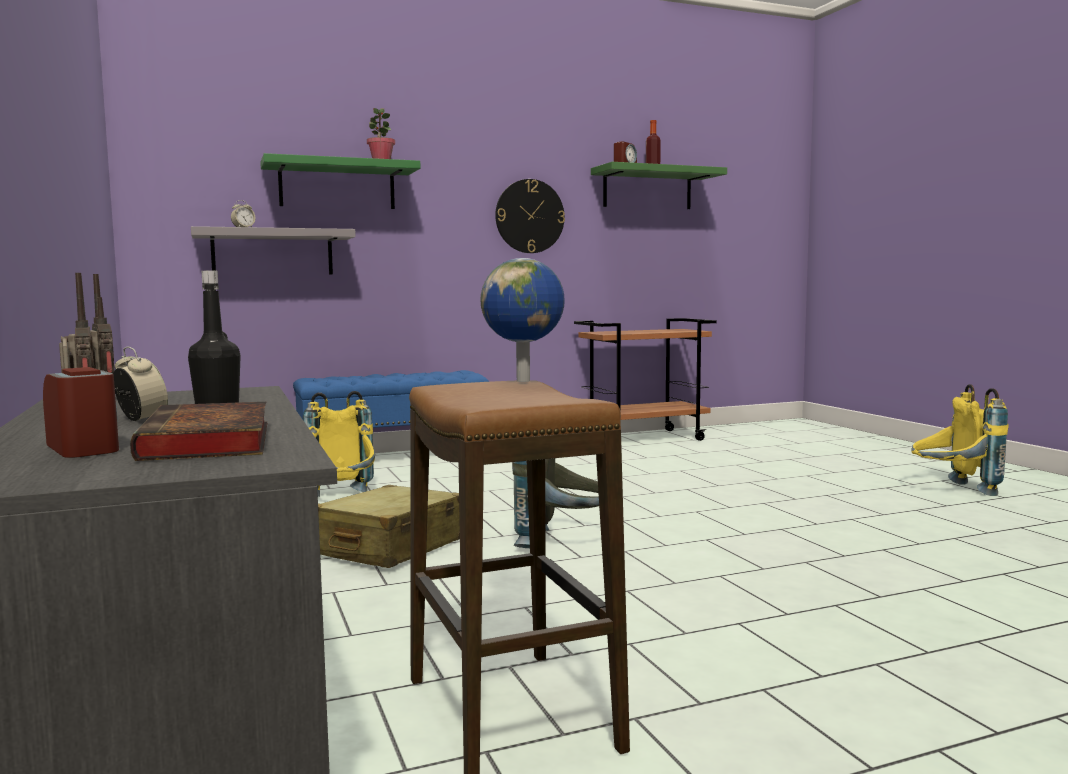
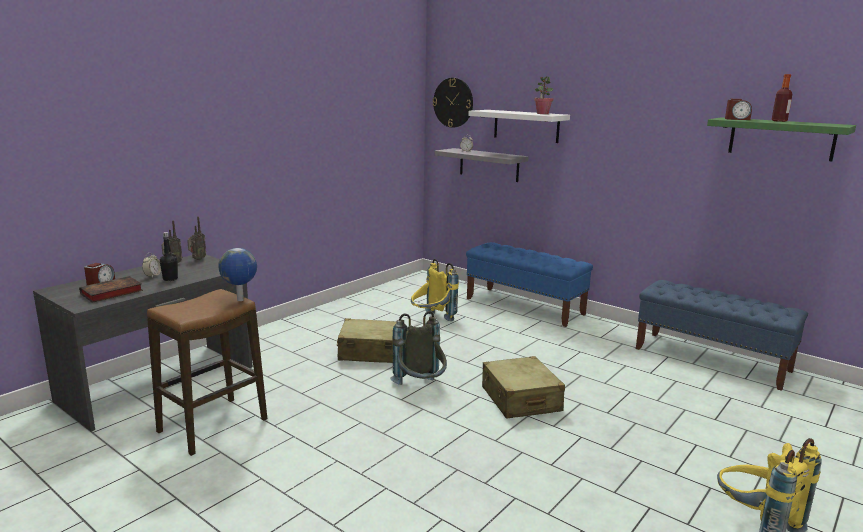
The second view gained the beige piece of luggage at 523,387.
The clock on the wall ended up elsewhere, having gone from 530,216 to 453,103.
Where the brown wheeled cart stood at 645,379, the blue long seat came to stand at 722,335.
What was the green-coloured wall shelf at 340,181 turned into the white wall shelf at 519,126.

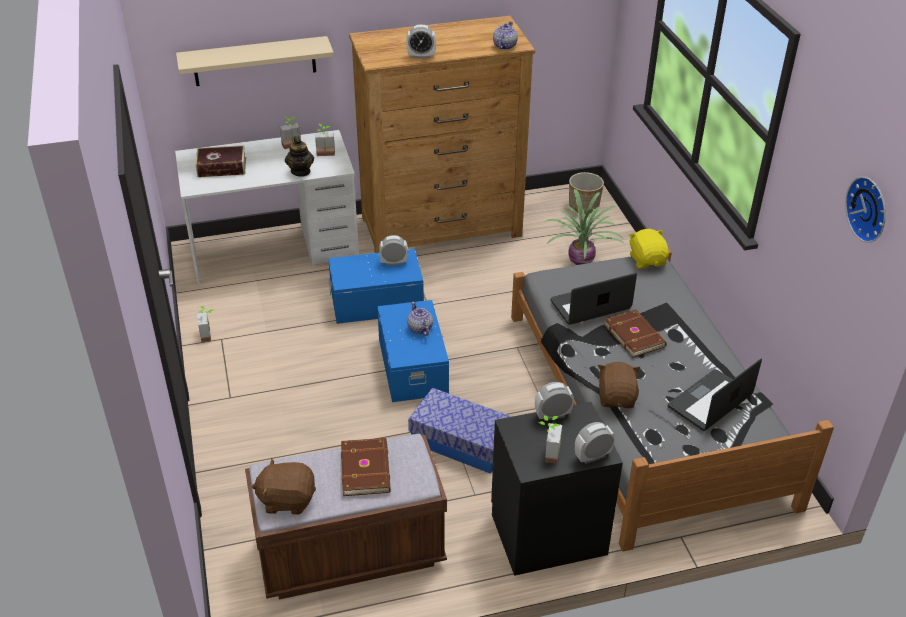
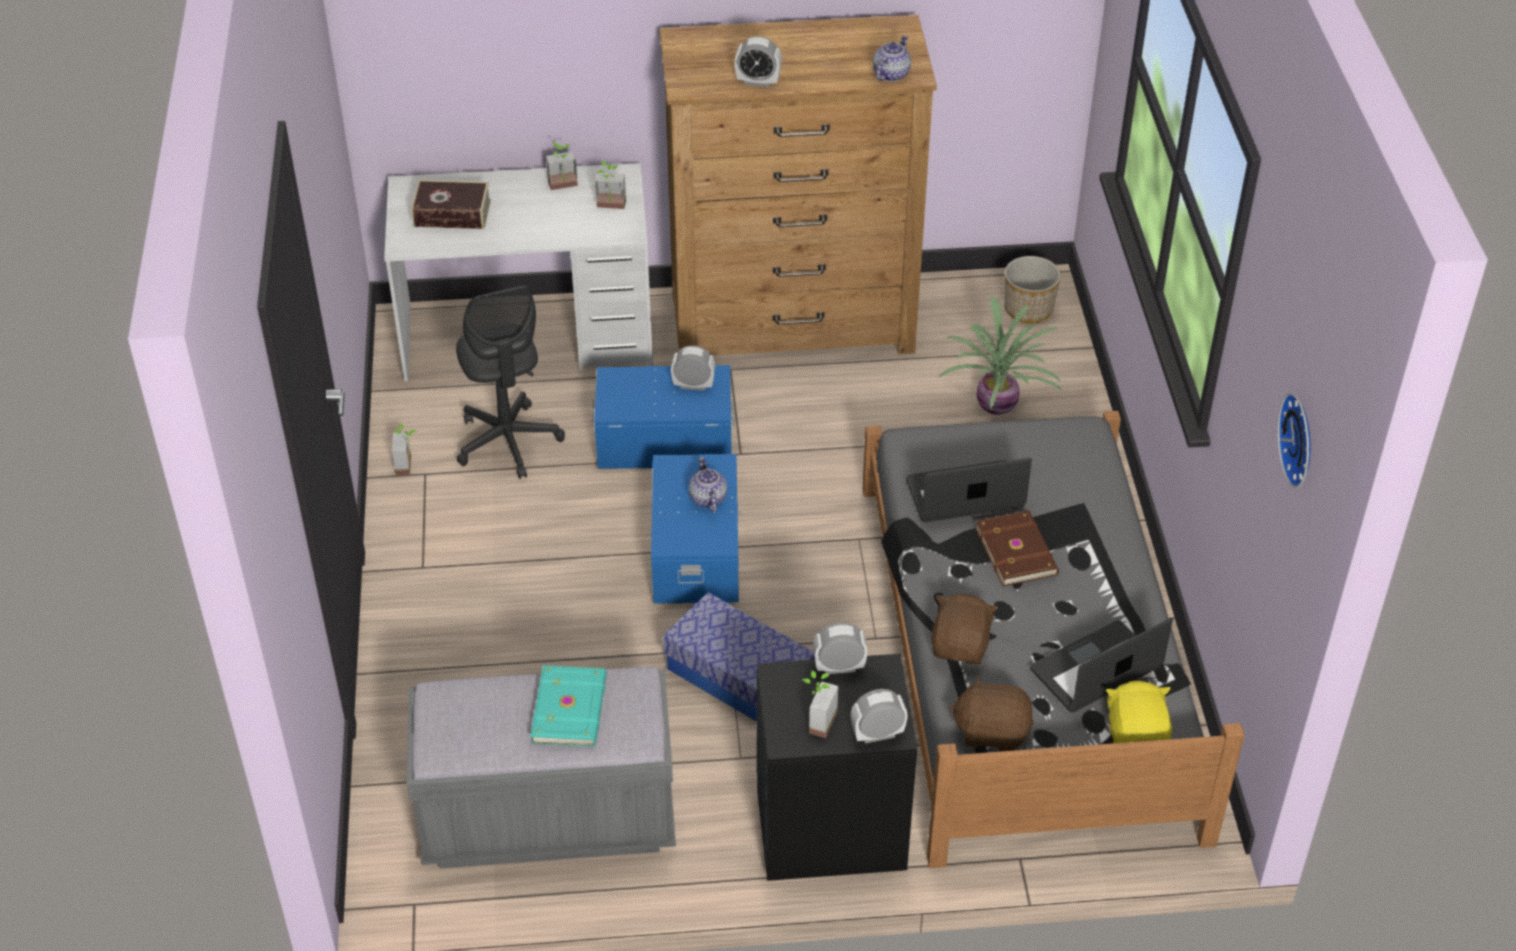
The second view lost the beige wall shelf at 255,61.
The second view lost the teapot at 299,156.
The second view gained the gray desk chair at 510,382.
The brown cuddly toy ended up elsewhere, having gone from 284,486 to 991,713.
The yellowish cuddly toy ended up elsewhere, having gone from 649,248 to 1139,712.
What was the brown long seat at 346,517 turned into the gray long seat at 541,767.
What was the brown bound book at 366,467 turned into the turquoise bound book at 568,706.

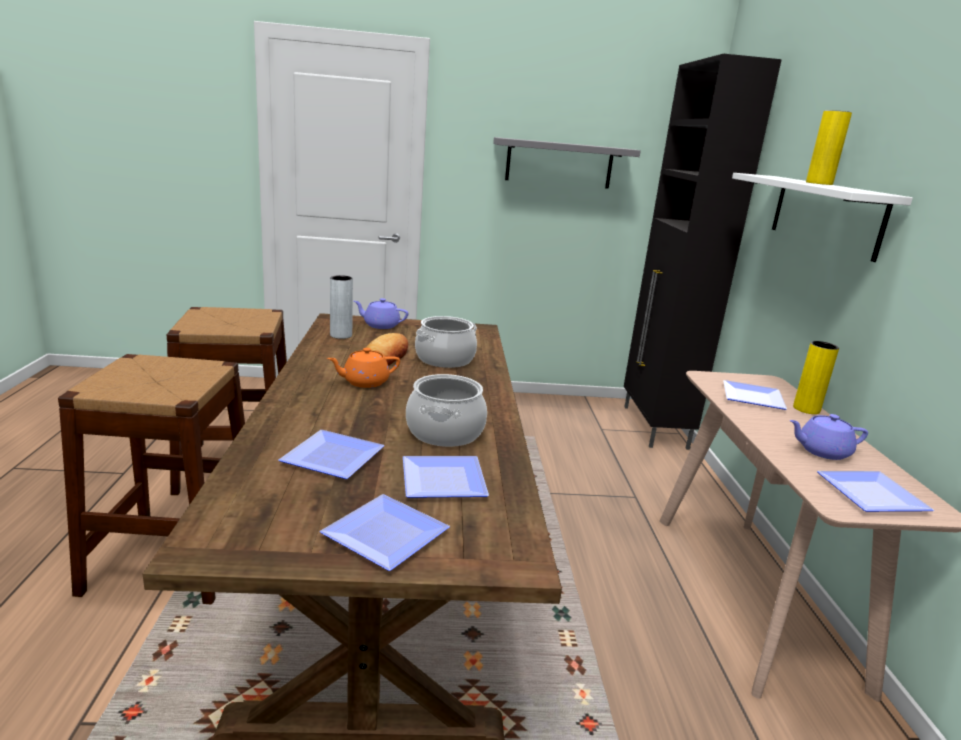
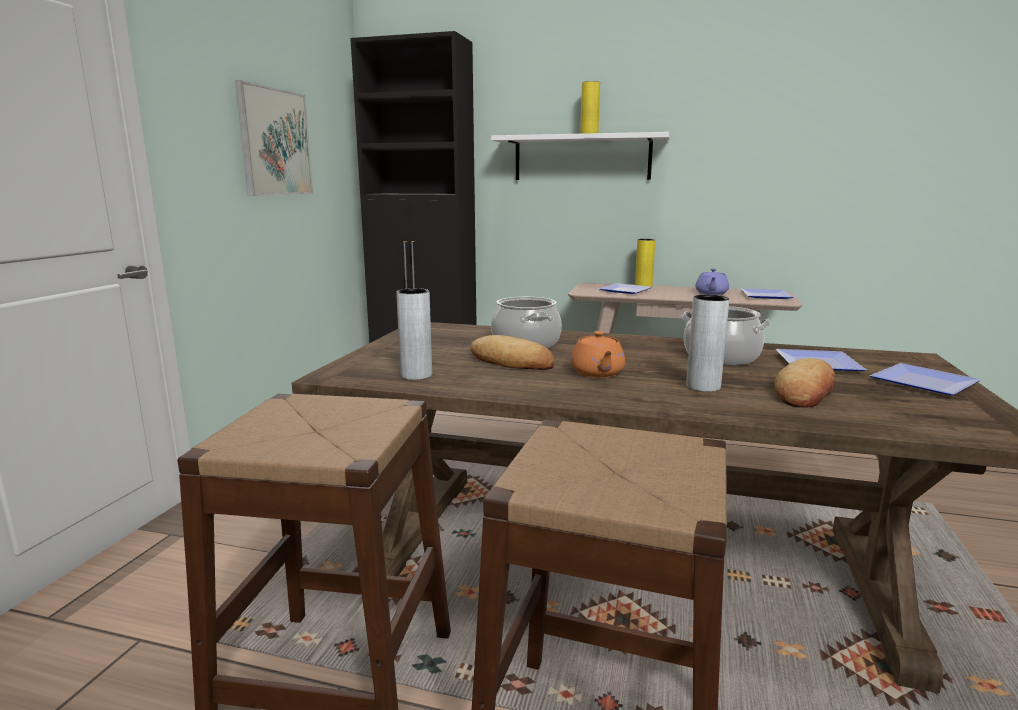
The second view lost the purple teapot at 381,313.
The second view gained the gray flower vase at 707,343.
Where the dinner plate stood at 332,454, the bread came to stand at 805,383.
Where the gray wall shelf hung at 567,163, the wall art came to hang at 274,138.

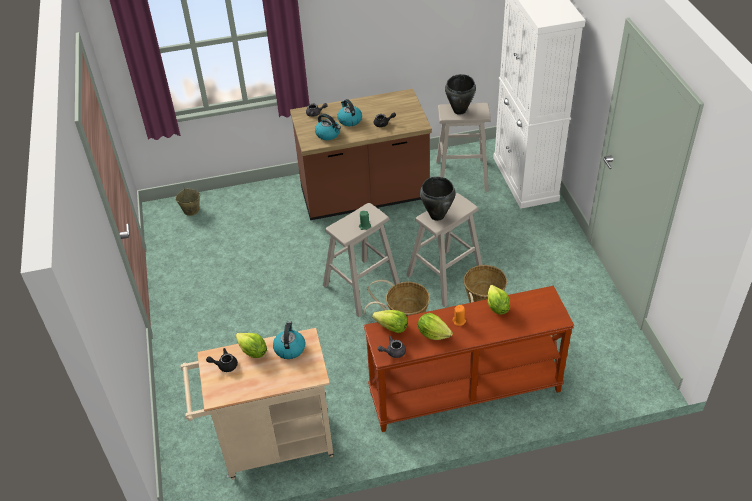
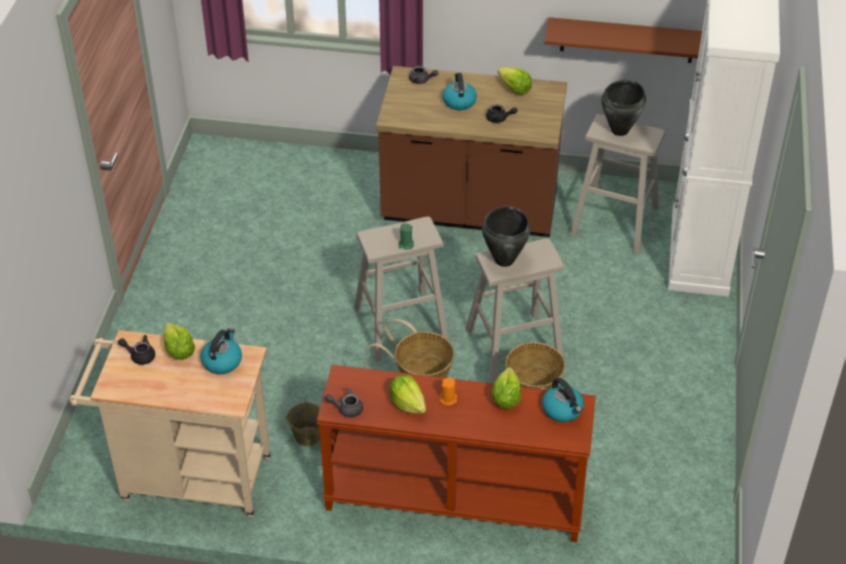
The second view gained the brown wall shelf at 623,40.
The beige pail ended up elsewhere, having gone from 187,200 to 303,422.
The water kettle ended up elsewhere, having gone from 328,126 to 563,400.
The lettuce ended up elsewhere, having gone from 390,321 to 514,81.

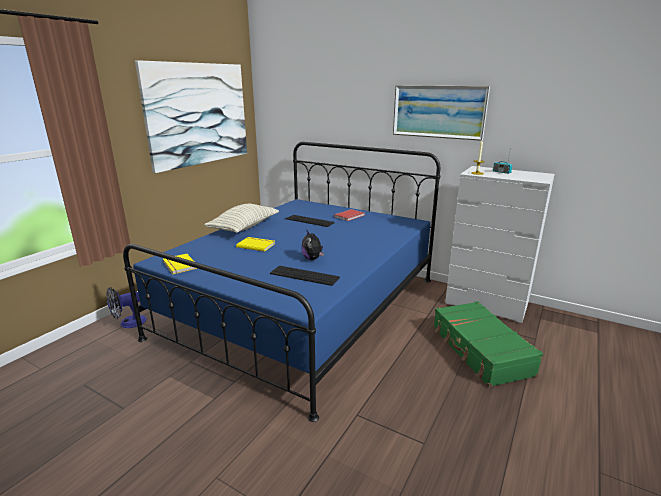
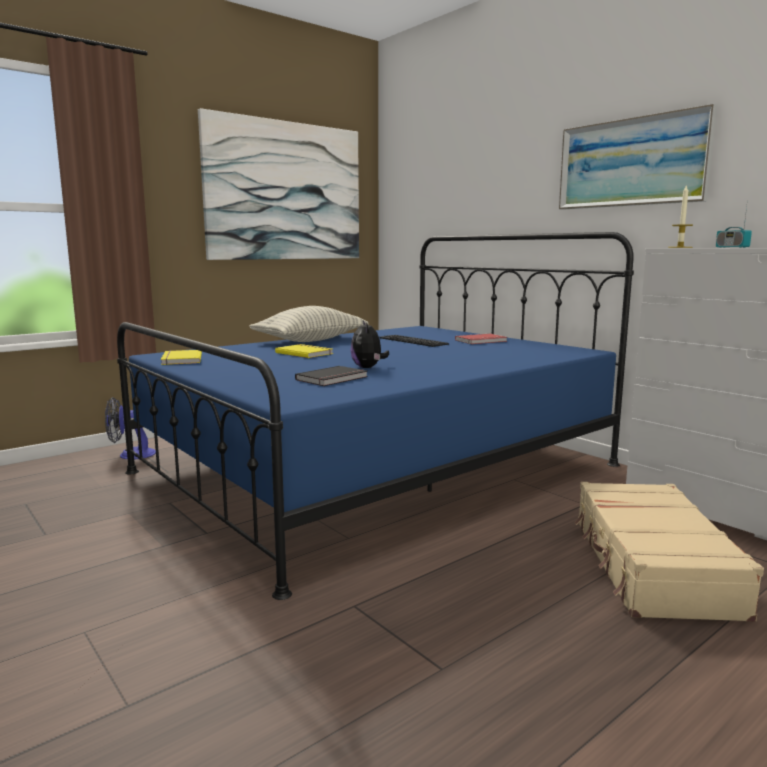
Where the computer keyboard stood at 305,276, the blackish bound book came to stand at 331,376.
What was the green-coloured piece of luggage at 488,344 turned into the beige piece of luggage at 669,552.

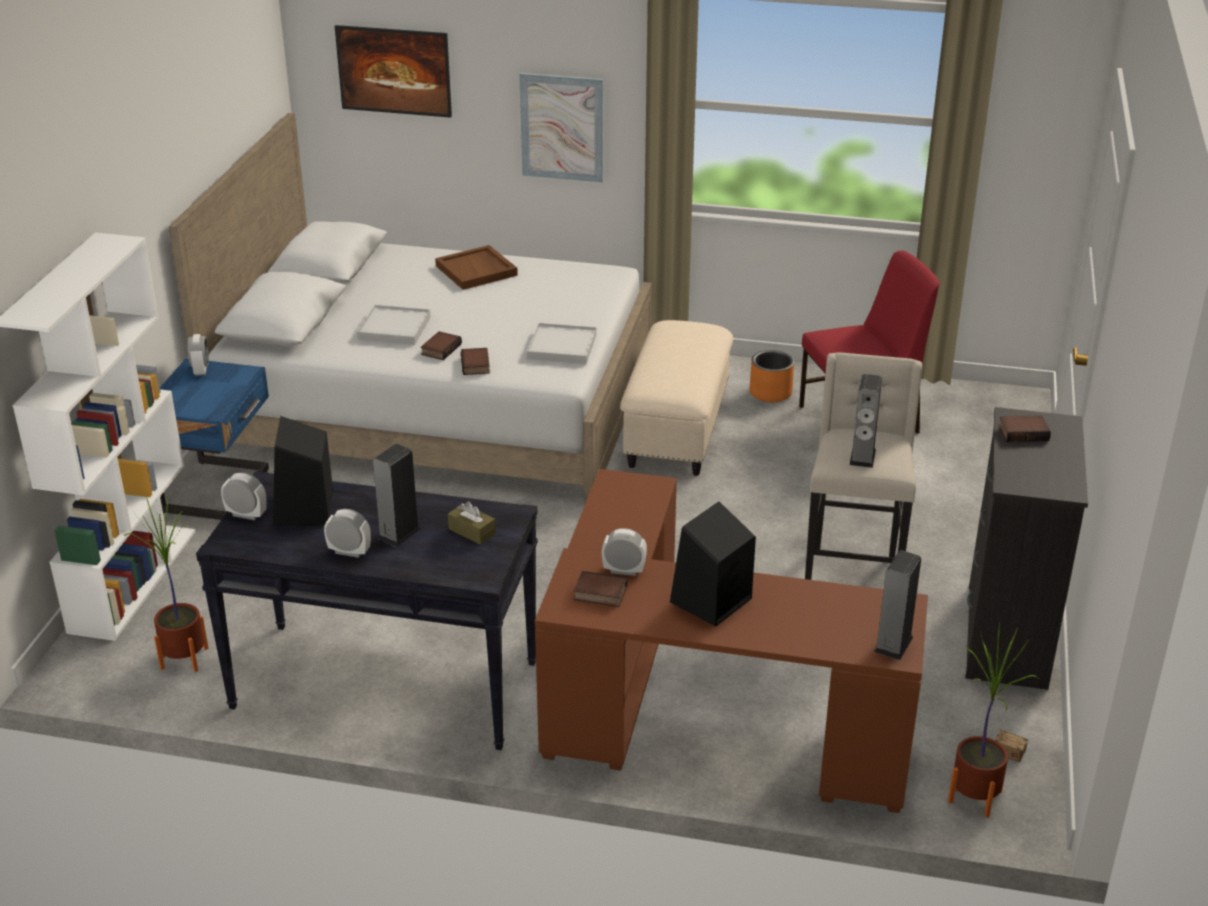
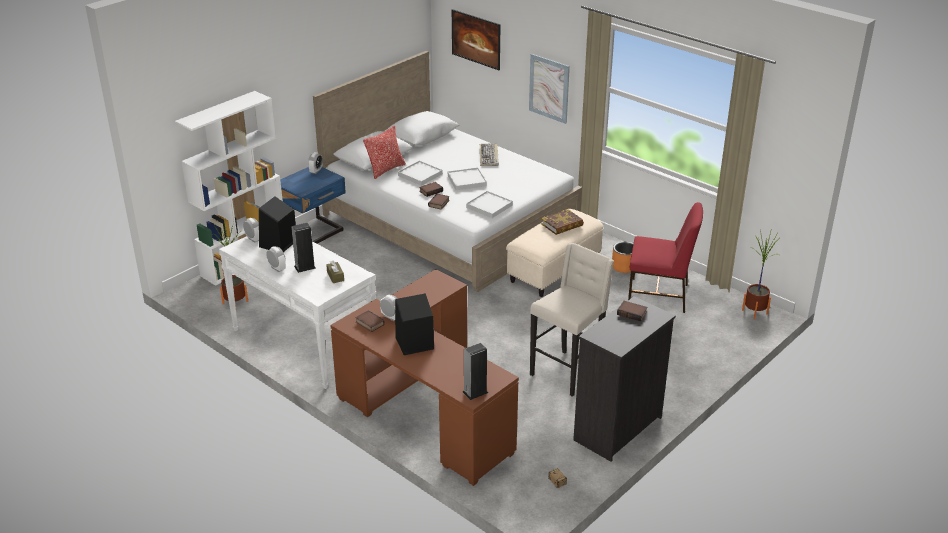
The second view lost the loudspeaker at 866,421.
The second view gained the pillow at 384,152.
The second view gained the white serving tray at 467,178.
The second view gained the bound book at 562,222.
The plant in a pot ended up elsewhere, having gone from 994,720 to 760,273.
Where the brown serving tray stood at 476,267, the computer keyboard came to stand at 489,154.
What was the blackish console table at 367,610 turned into the white console table at 297,312.

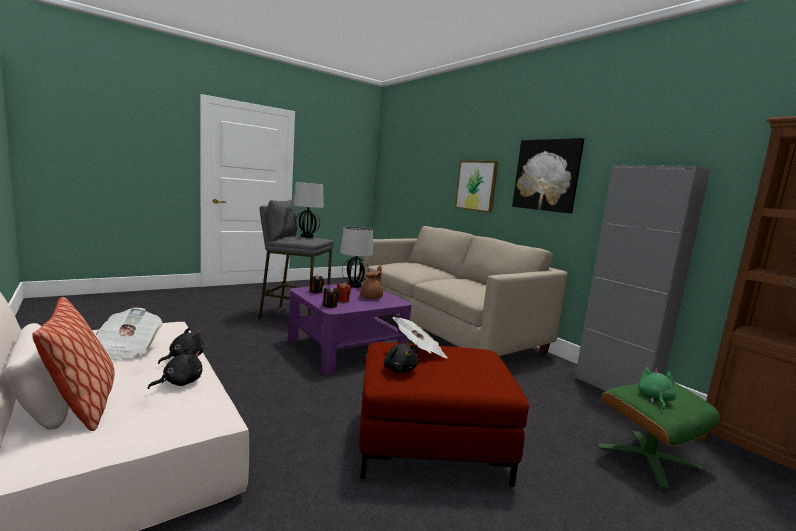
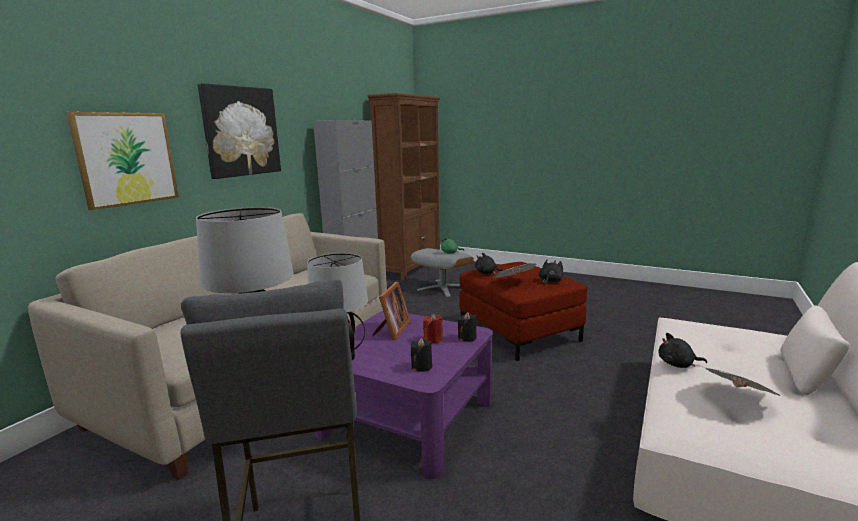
The second view lost the pillow at 73,364.
The blackish cuddly toy ended up elsewhere, having gone from 175,368 to 489,263.
Where the brown teapot stood at 371,282, the picture frame came to stand at 391,311.
What was the green-coloured ottoman at 659,435 turned into the gray ottoman at 442,272.

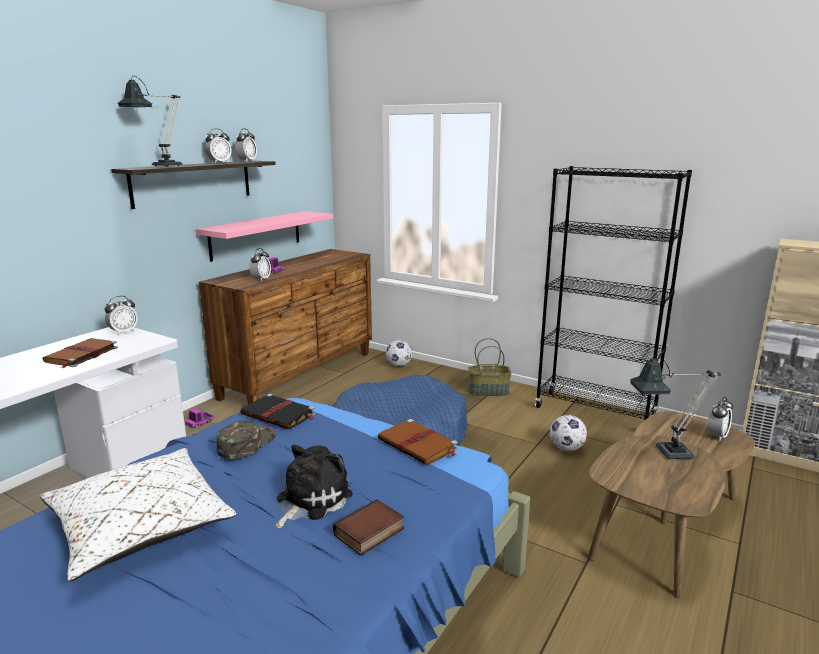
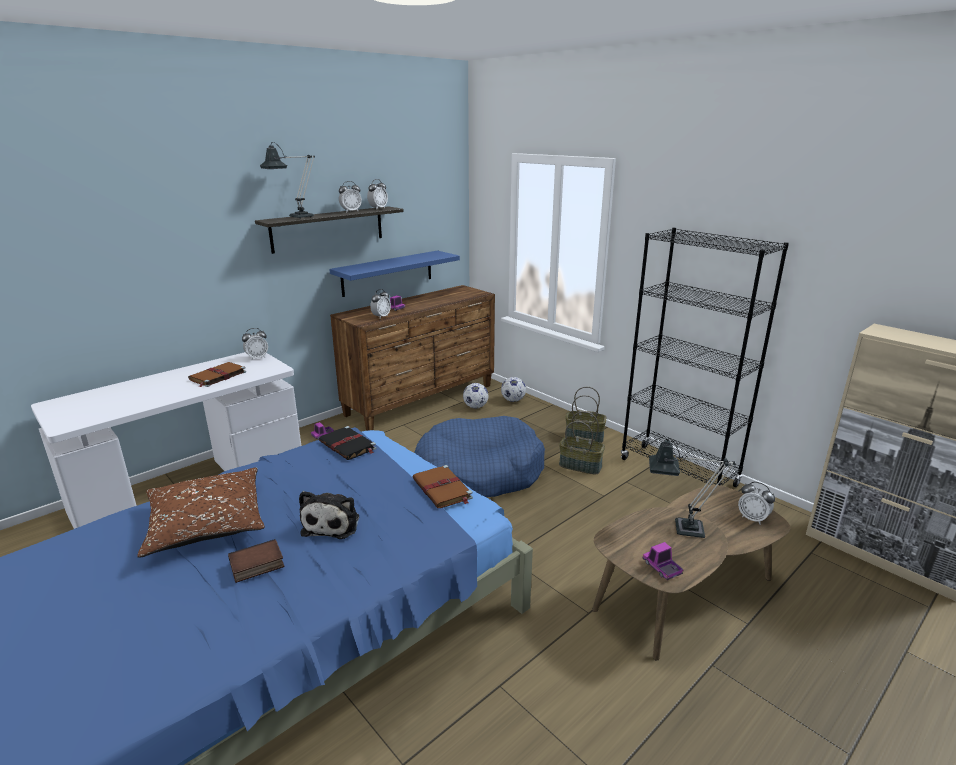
The second view lost the green-coloured cap at 246,439.
The second view gained the household basket at 582,443.
The second view gained the toy lorry at 663,561.
The bound book ended up elsewhere, having gone from 368,527 to 256,561.
The football ended up elsewhere, having gone from 568,433 to 475,395.
What was the white pillow at 138,514 turned into the brown pillow at 201,512.
What was the pink wall shelf at 264,236 turned into the blue wall shelf at 394,274.
The cuddly toy at 314,486 ended up facing another way, 135 degrees clockwise from before.
The table clock at 720,419 ended up facing another way, 75 degrees clockwise from before.

